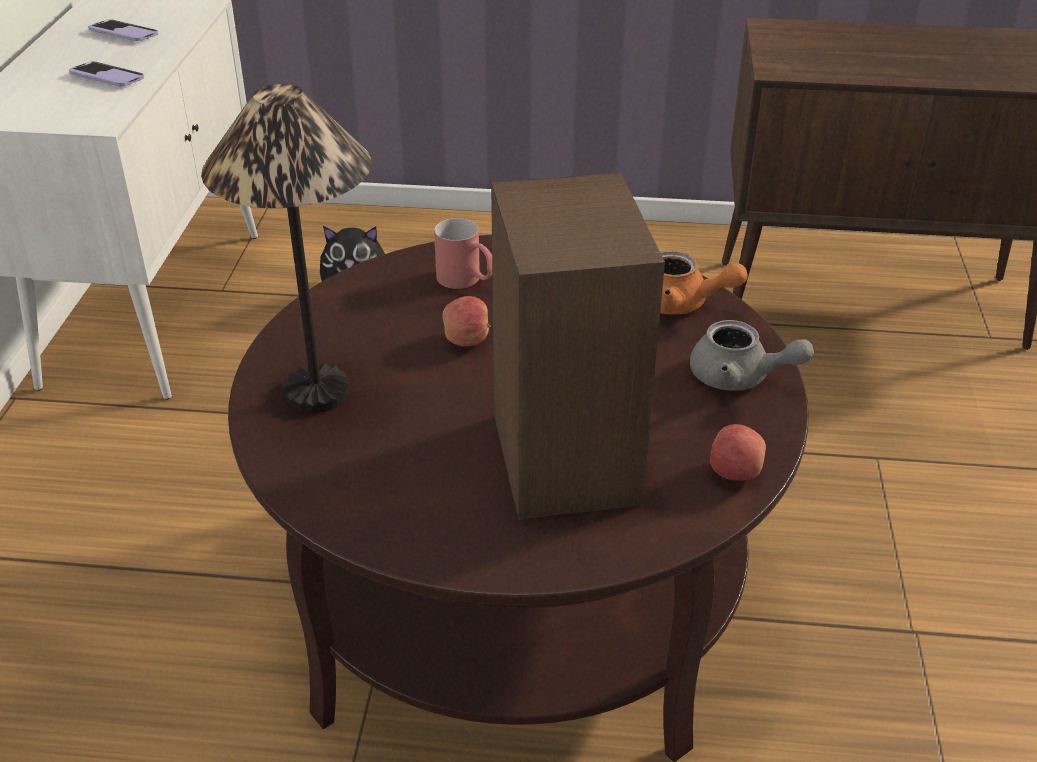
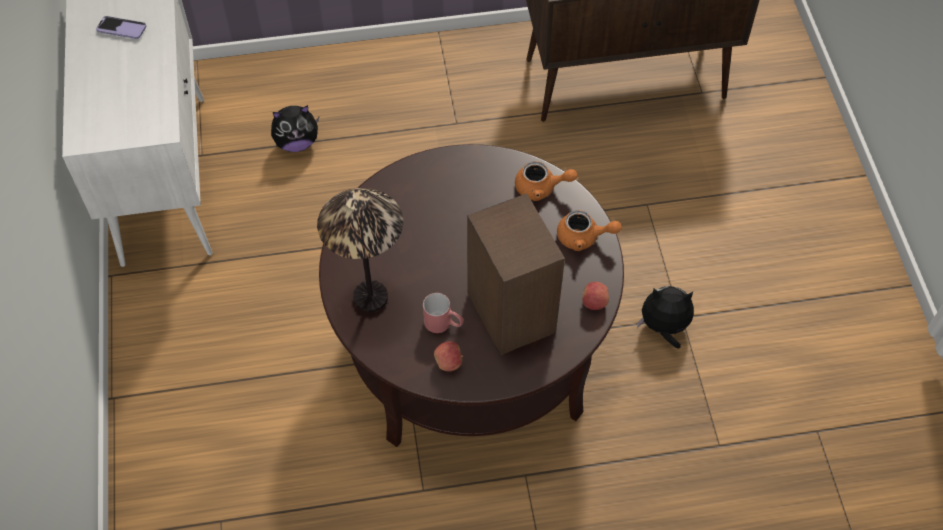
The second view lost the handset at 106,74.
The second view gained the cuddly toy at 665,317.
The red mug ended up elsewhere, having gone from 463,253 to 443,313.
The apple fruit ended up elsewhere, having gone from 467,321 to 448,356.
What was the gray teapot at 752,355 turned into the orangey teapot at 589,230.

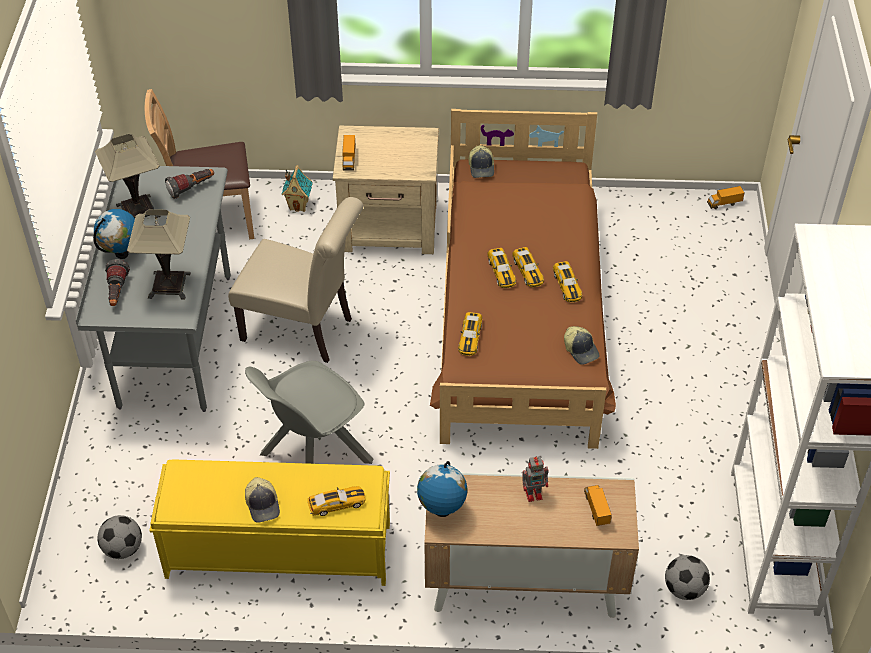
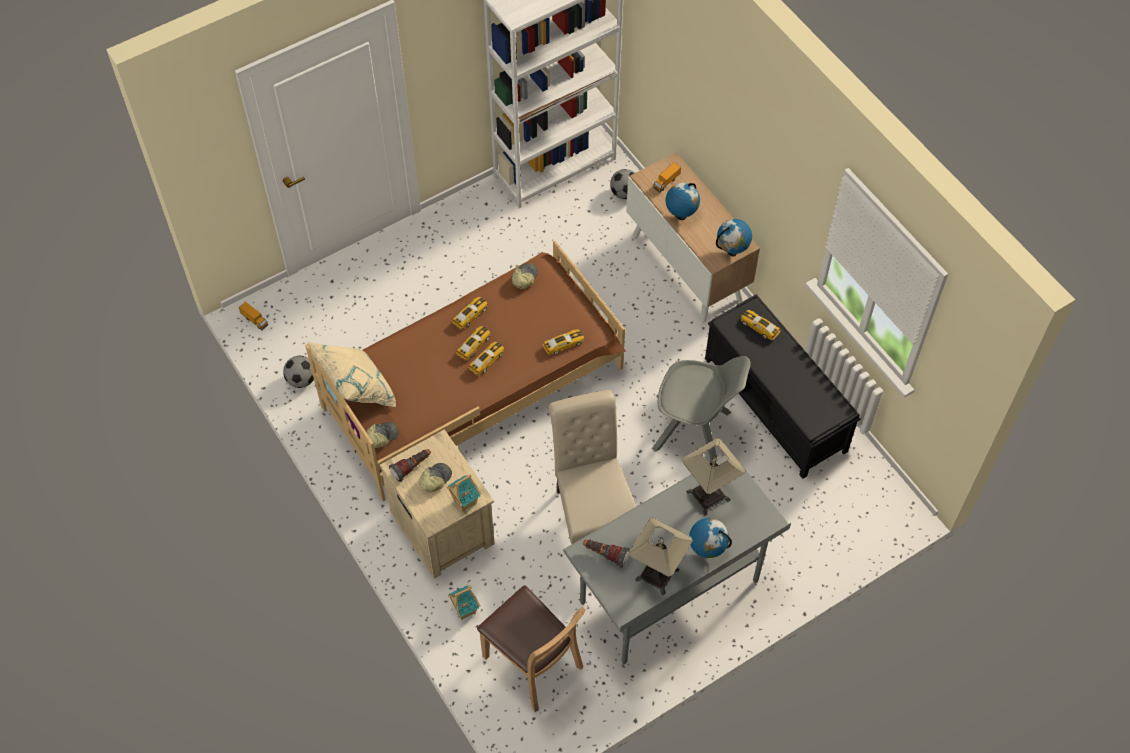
The second view gained the beige pillow at 351,374.
The football ended up elsewhere, having gone from 119,537 to 298,372.
The hand torch ended up elsewhere, having gone from 117,282 to 410,465.
The cap ended up elsewhere, having gone from 262,500 to 436,477.
Where the toy lorry stood at 348,152, the model house came to stand at 463,493.
Where the model robot stood at 535,479, the globe came to stand at 683,201.
What was the yellowish long seat at 269,522 turned into the blackish long seat at 783,386.

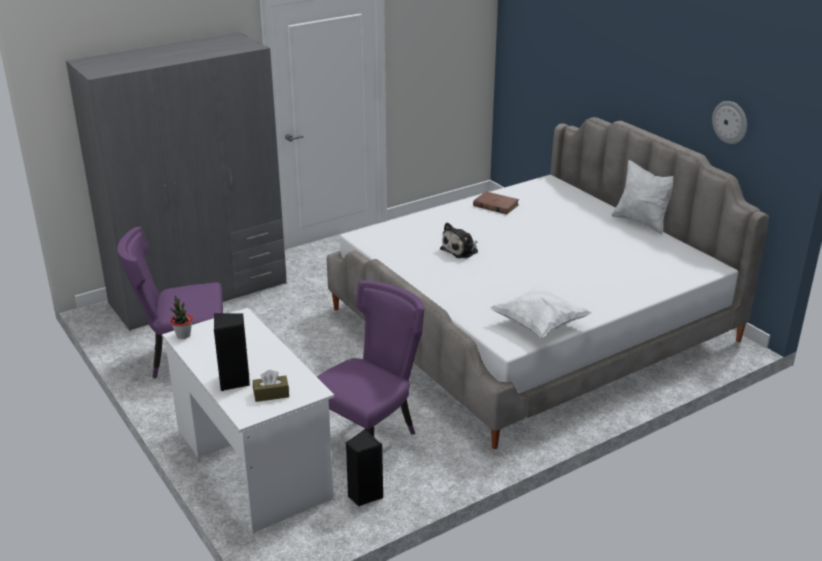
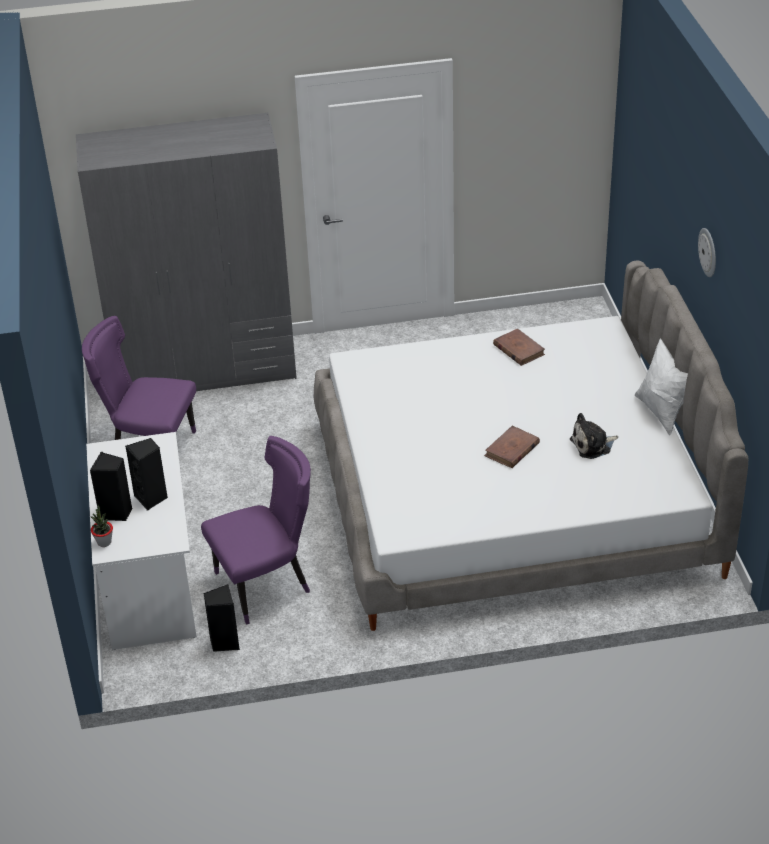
The second view lost the brown box of tissues at 271,386.
The second view lost the white pillow at 541,312.
The second view gained the blackish loudspeaker at 147,474.
The second view gained the brown bound book at 512,447.
The plant in a pot ended up elsewhere, having gone from 181,317 to 101,526.
The cuddly toy ended up elsewhere, having gone from 459,240 to 594,436.
The clock on the wall ended up elsewhere, having gone from 729,122 to 707,252.

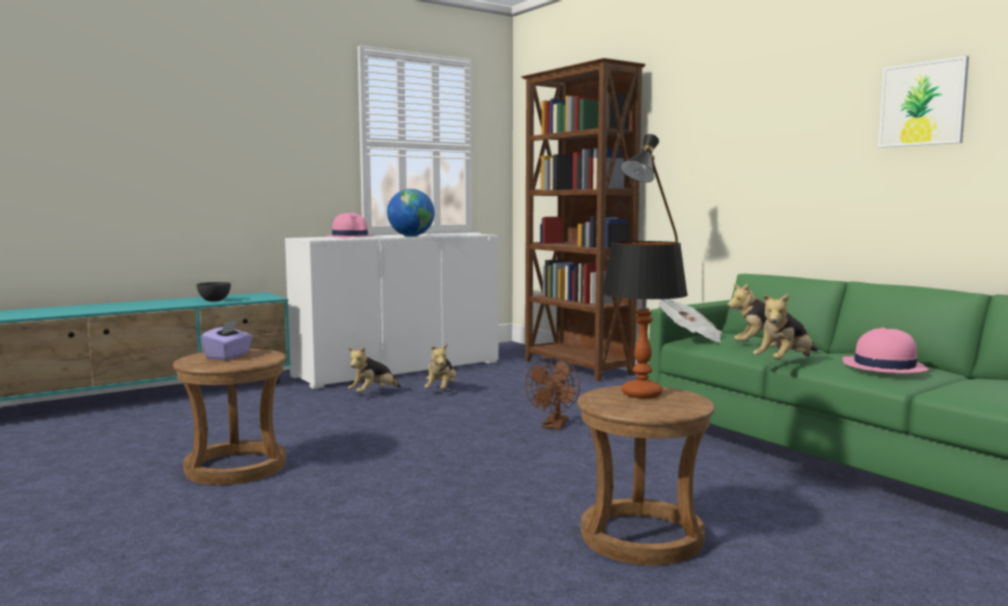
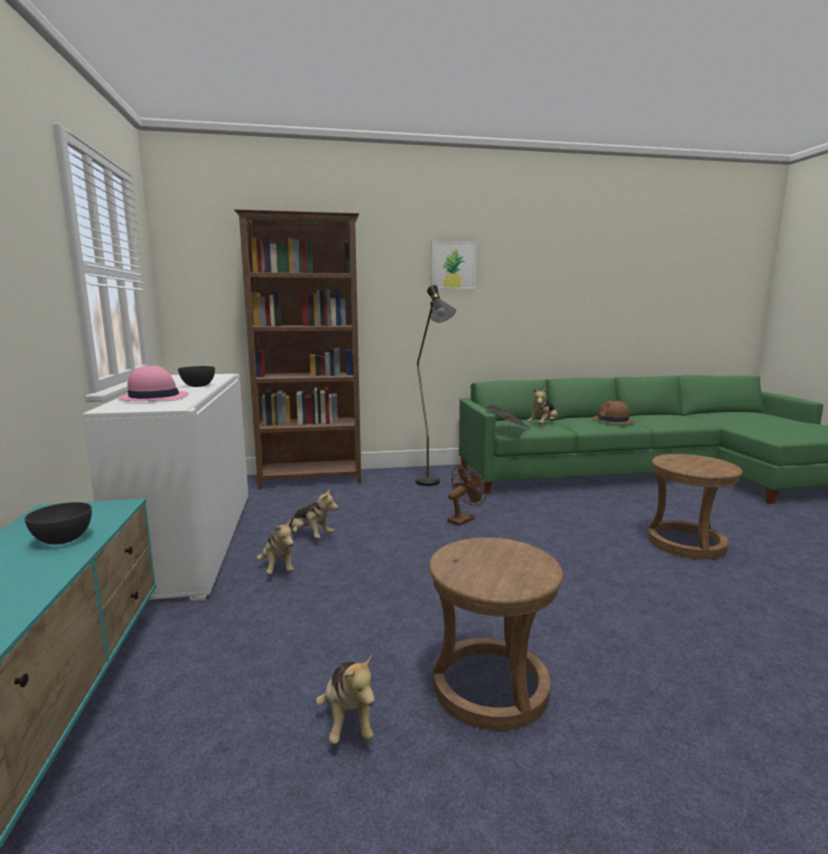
The second view lost the purple box of tissues at 226,339.
The second view lost the table lamp at 645,320.
The cuddly toy ended up elsewhere, having gone from 782,326 to 345,699.
The wall art ended up elsewhere, having gone from 923,102 to 453,265.
Where the globe stood at 410,212, the gray bowl came to stand at 196,376.
What was the pink hat at 885,350 turned into the brown hat at 613,412.
The brown cooling fan at 552,393 ended up facing another way, 90 degrees counterclockwise from before.

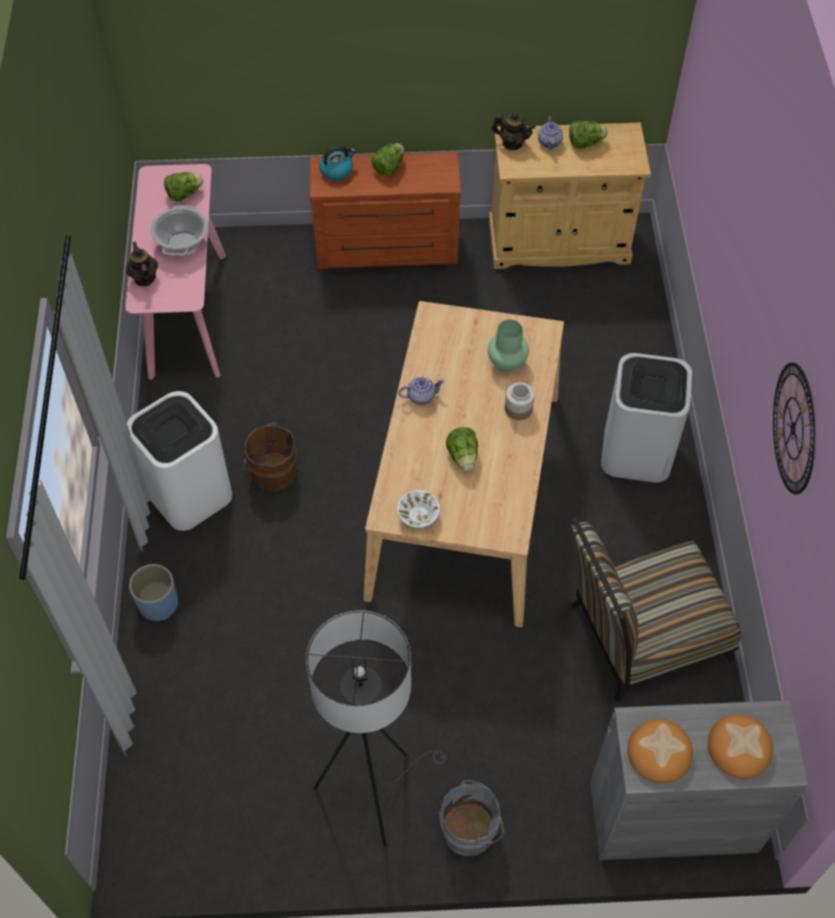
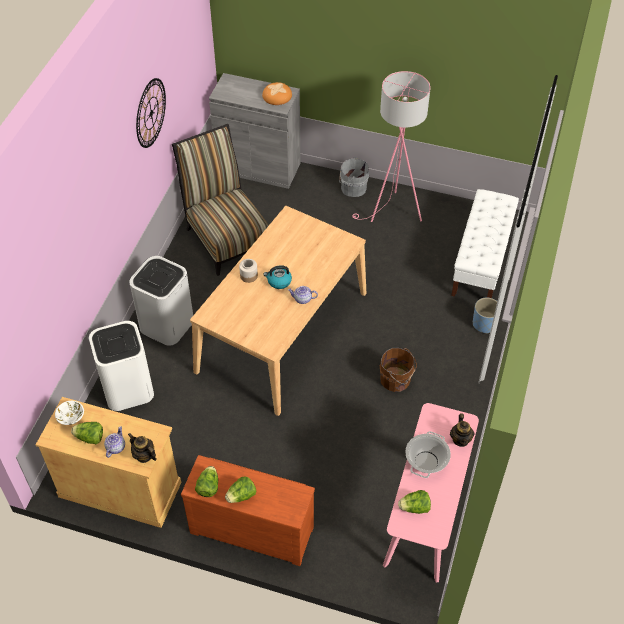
The second view lost the green-coloured flower vase at 508,346.
The second view lost the bread at 740,746.
The second view gained the white long seat at 485,243.
The white waste bin ended up elsewhere, having gone from 179,461 to 121,366.
The water kettle ended up elsewhere, having gone from 337,163 to 277,277.
The white bowl ended up elsewhere, having gone from 418,509 to 69,413.
The lettuce ended up elsewhere, having gone from 462,449 to 206,481.
What was the gray standing lamp at 376,728 turned into the pink standing lamp at 391,146.
The upright chair at 656,609 ended up facing another way, 120 degrees counterclockwise from before.

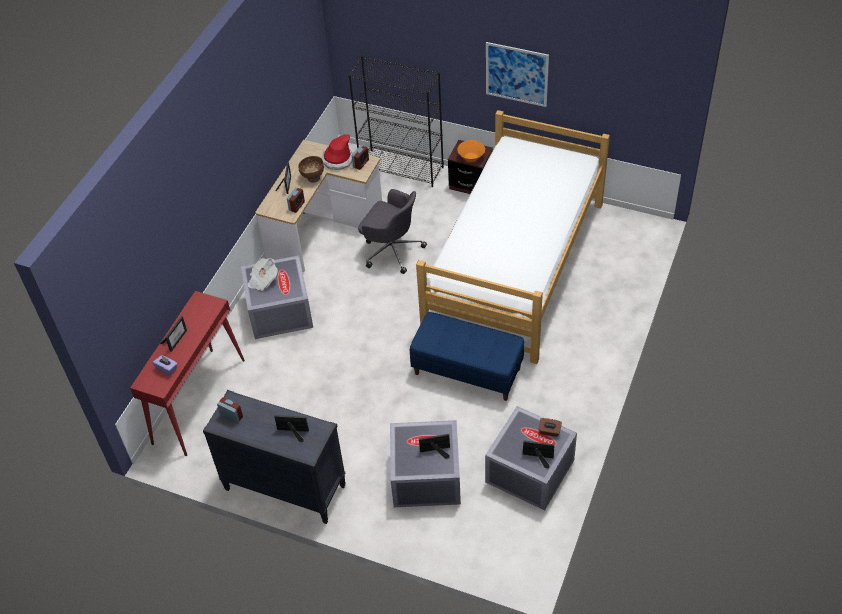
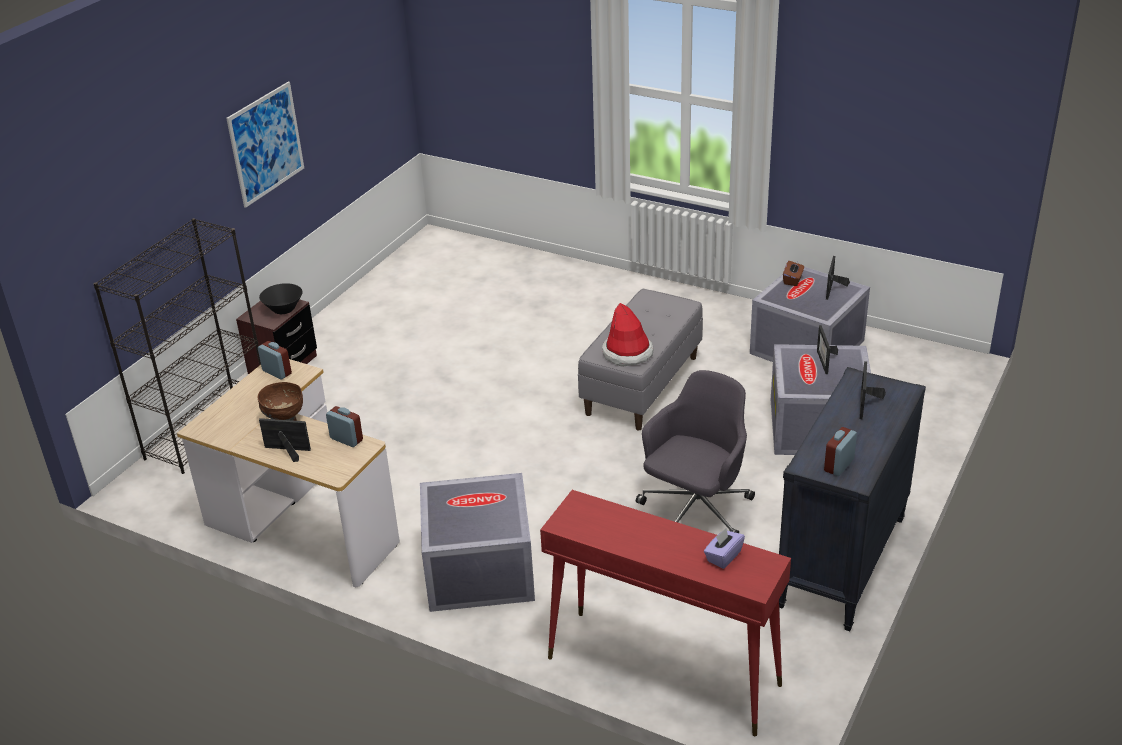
The second view lost the picture frame at 173,334.
The second view lost the newspaper at 262,274.
The second view lost the bedroom bed at 513,237.
The hat ended up elsewhere, having gone from 337,152 to 628,335.
The gray desk chair ended up elsewhere, having gone from 392,231 to 695,451.
What was the blue long seat at 467,356 turned into the gray long seat at 640,359.
What was the orangey bowl at 471,151 turned into the blackish bowl at 281,298.

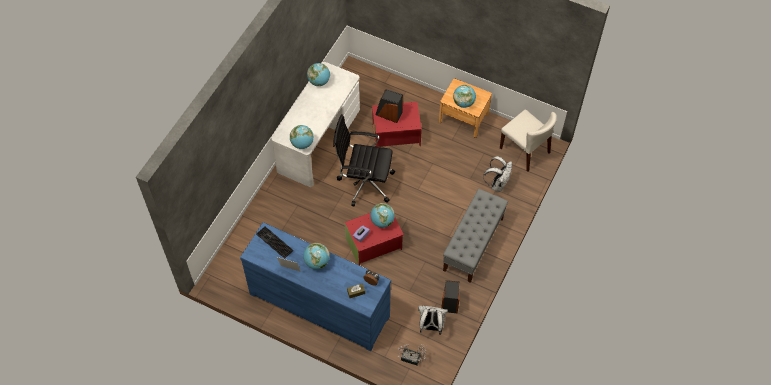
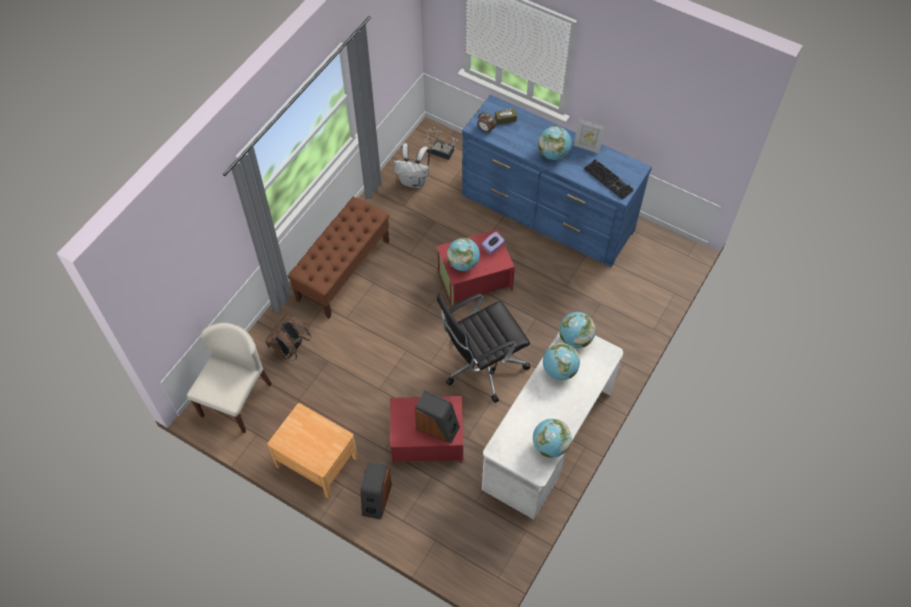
The loudspeaker ended up elsewhere, having gone from 450,296 to 376,490.
The globe ended up elsewhere, having gone from 464,96 to 561,361.
What was the gray long seat at 475,236 turned into the brown long seat at 338,257.
What was the white backpack at 497,174 turned into the brown backpack at 288,336.
The blackish desk chair at 364,160 ended up facing another way, 135 degrees clockwise from before.
The beige upright chair at 528,140 ended up facing another way, 60 degrees clockwise from before.

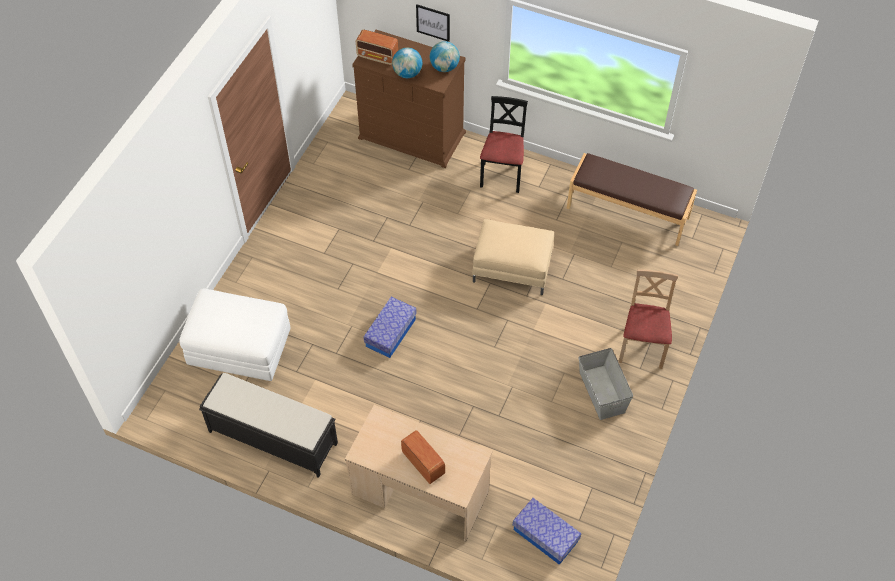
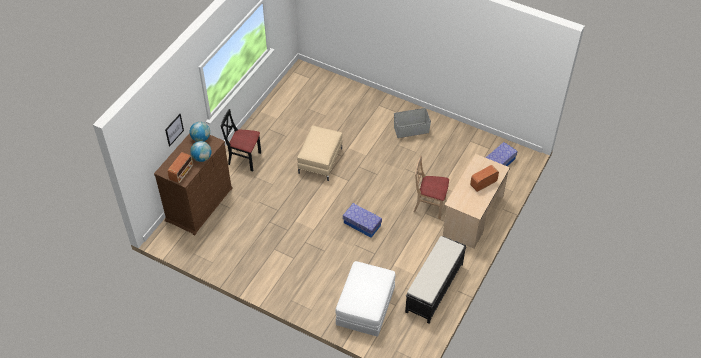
The second view lost the brown long seat at 632,199.
The beige upright chair ended up elsewhere, having gone from 648,319 to 431,187.

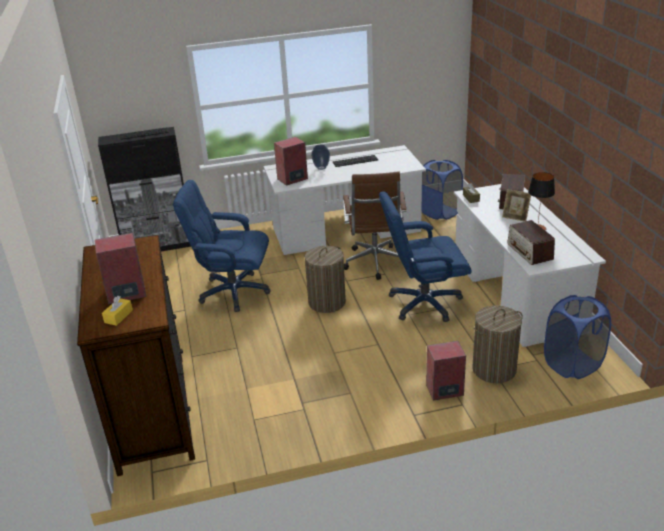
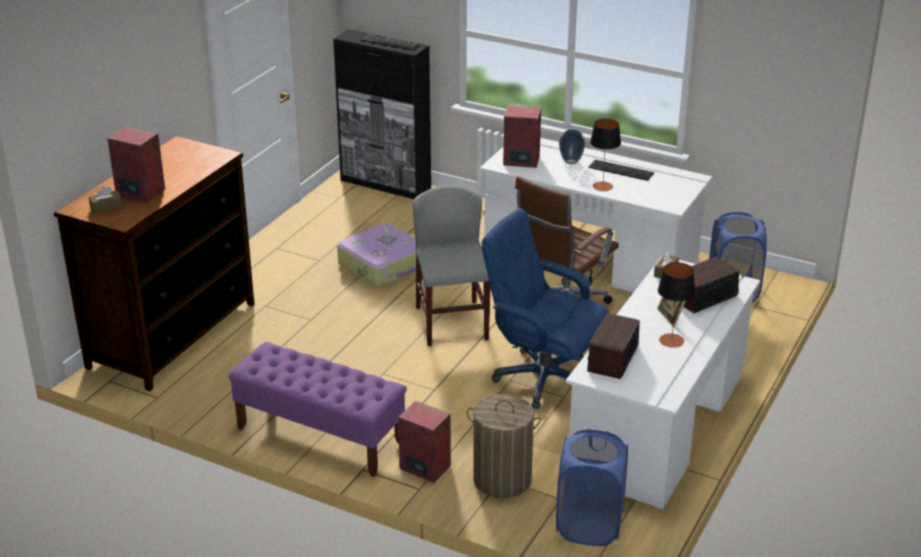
The second view gained the purple long seat at 317,409.
The second view gained the table lamp at 605,155.
Where the blue desk chair stood at 222,246, the piece of luggage came to stand at 376,255.
Where the washing basket stood at 325,279, the gray upright chair came to stand at 451,266.
What was the yellowish box of tissues at 117,311 turned into the brown box of tissues at 106,200.

